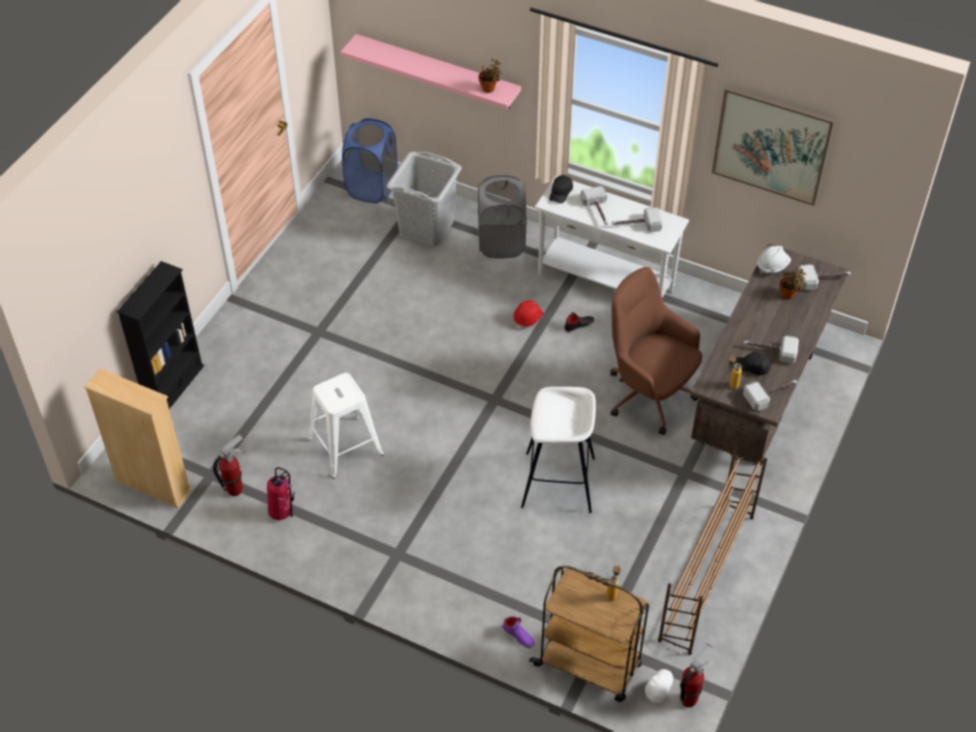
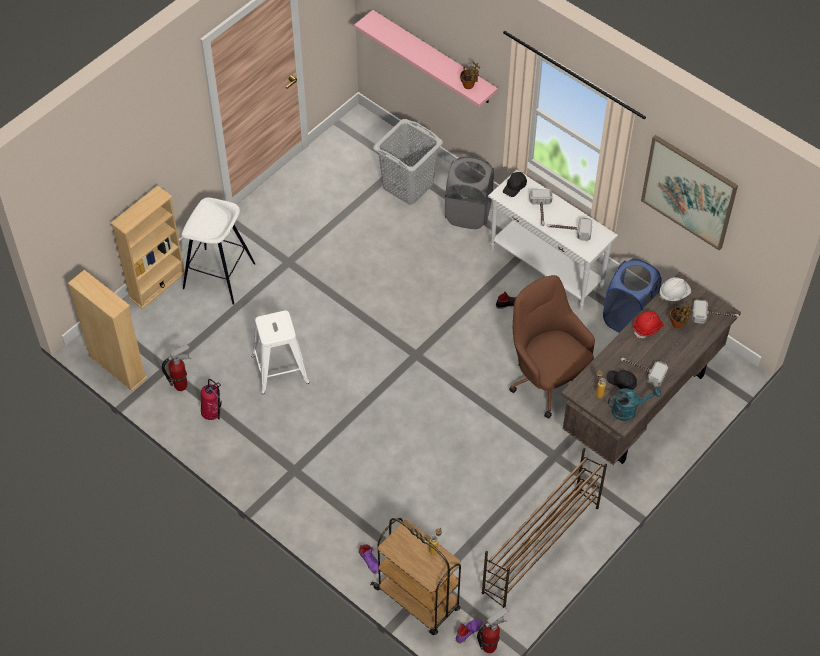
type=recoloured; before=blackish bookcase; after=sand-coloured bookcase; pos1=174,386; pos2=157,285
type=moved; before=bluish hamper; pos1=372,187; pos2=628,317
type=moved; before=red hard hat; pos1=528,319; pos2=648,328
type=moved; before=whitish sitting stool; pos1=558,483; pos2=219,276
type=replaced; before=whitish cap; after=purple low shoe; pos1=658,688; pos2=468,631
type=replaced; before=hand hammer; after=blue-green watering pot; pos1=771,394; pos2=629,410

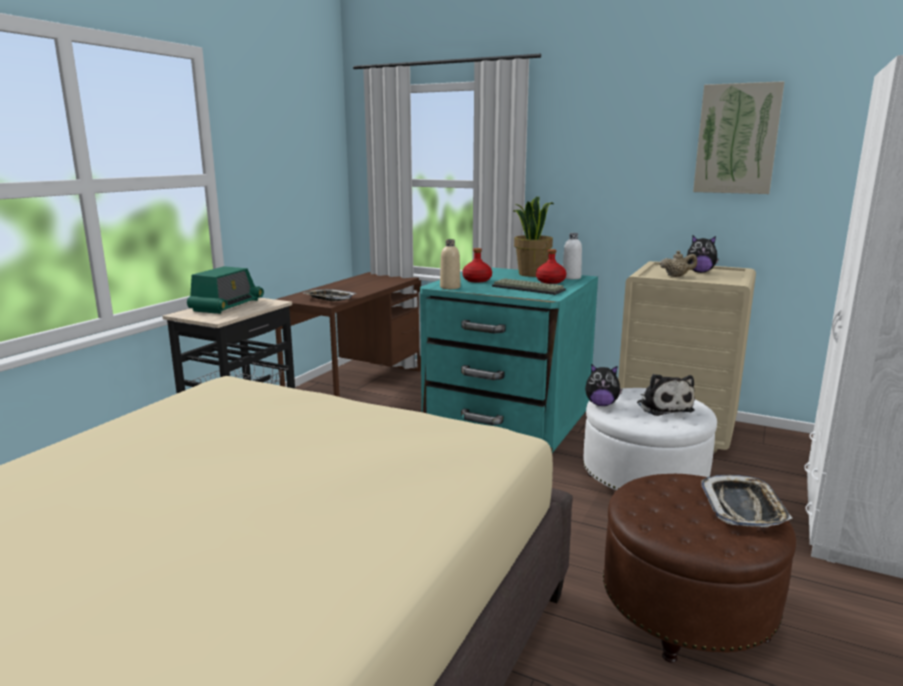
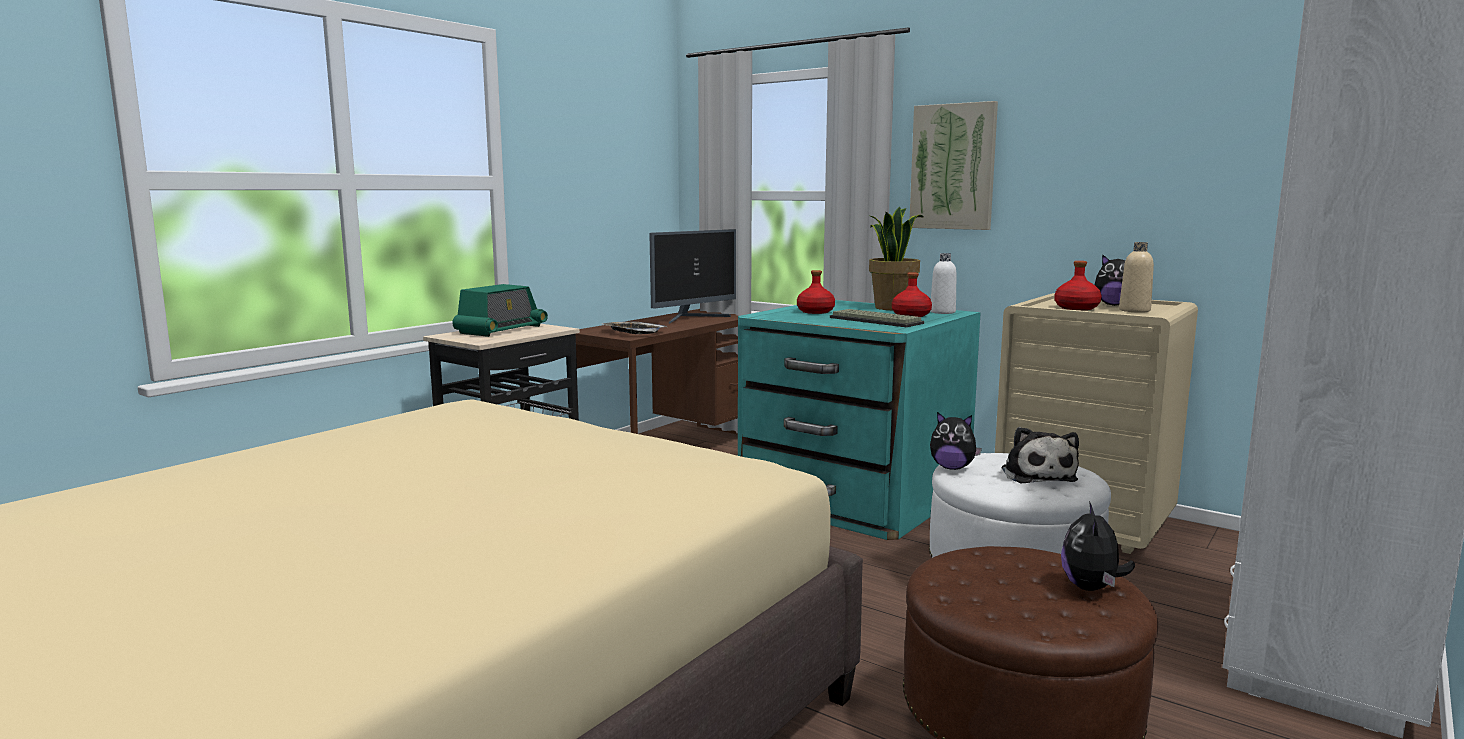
type=moved; before=sand-coloured bottle; pos1=450,287; pos2=1134,310
type=replaced; before=sand-coloured pot for tea; after=red bottle; pos1=676,276; pos2=1077,308
type=moved; before=wall picture; pos1=737,139; pos2=953,167
type=replaced; before=carrying tray; after=cuddly toy; pos1=743,507; pos2=1092,588
type=added; after=computer screen; pos2=692,318

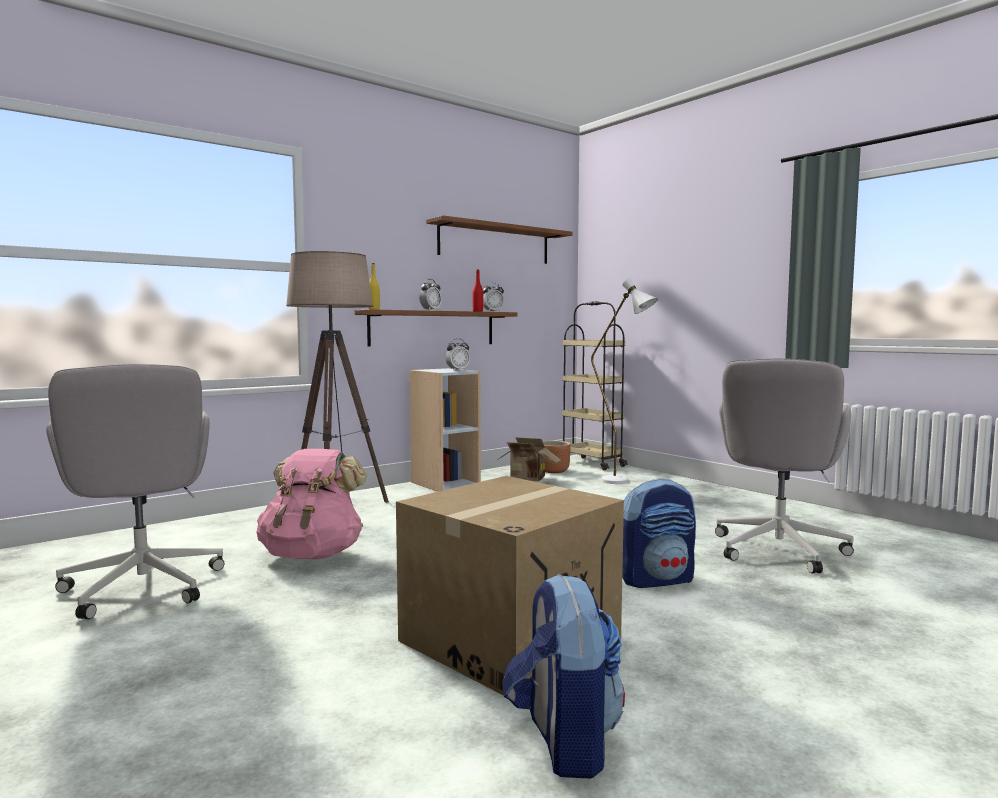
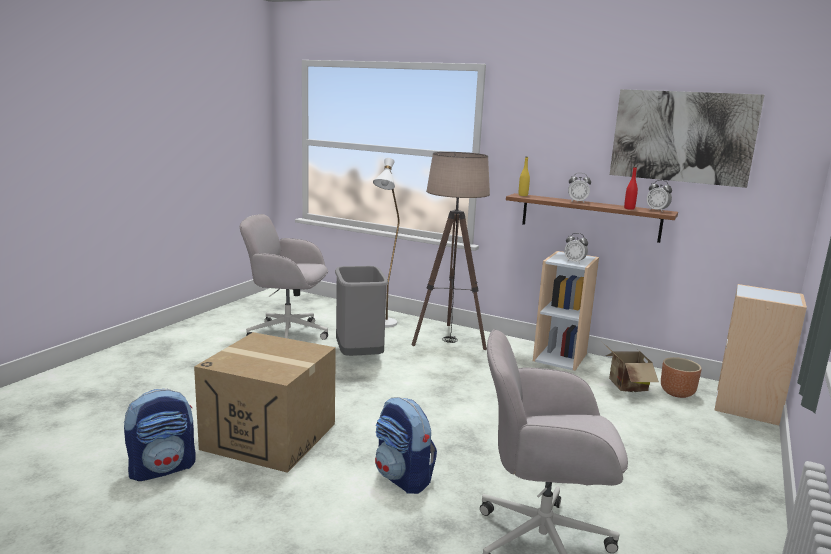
type=turned; before=greyish desk chair; pos1=142,588; pos2=287,334; turn=60
type=replaced; before=pink knapsack; after=greyish waste bin; pos1=313,555; pos2=359,356
type=replaced; before=wall shelf; after=wall picture; pos1=495,243; pos2=682,137
type=replaced; before=sand-coloured trolley; after=bookcase; pos1=592,463; pos2=747,408
type=moved; before=whitish standard lamp; pos1=624,482; pos2=384,326

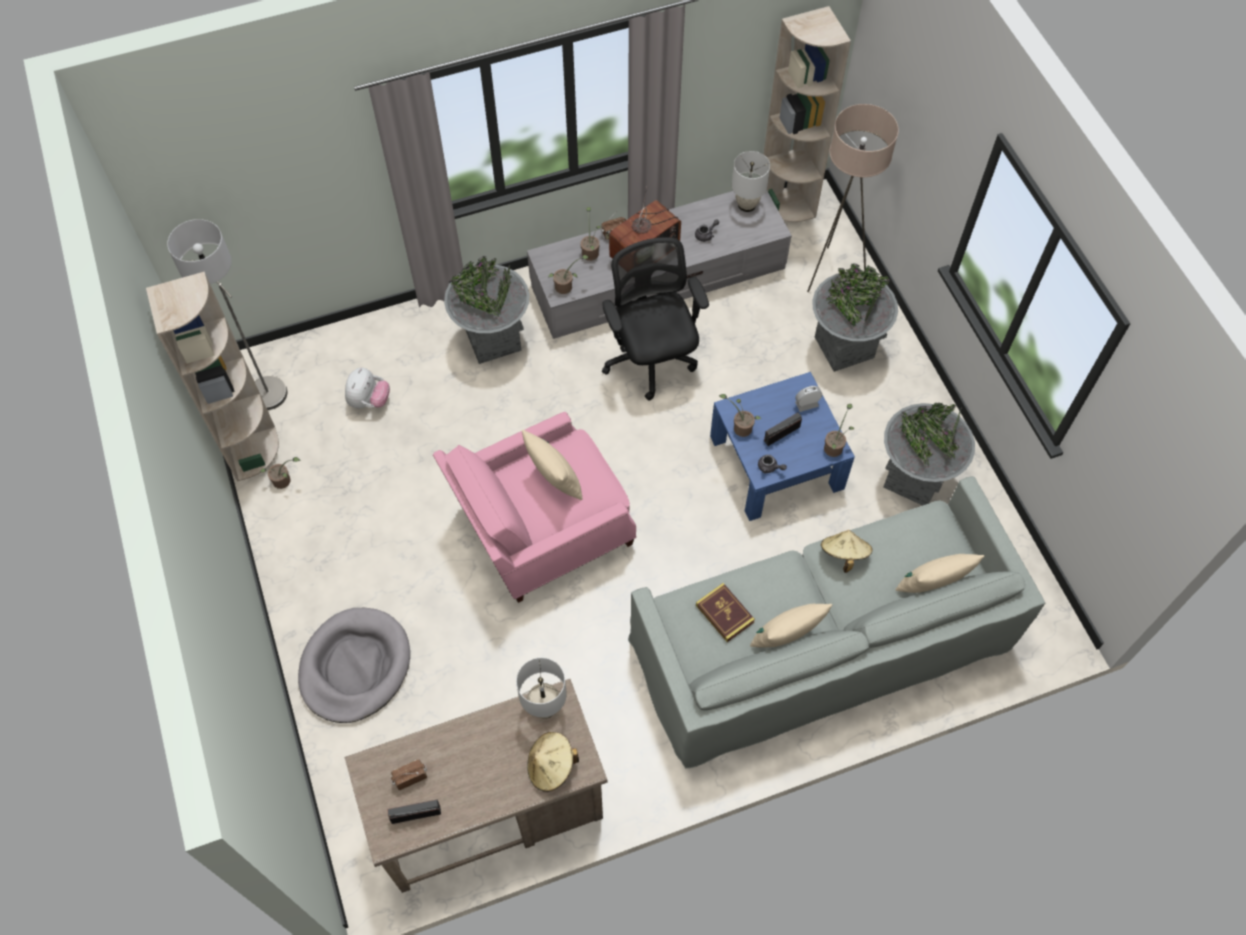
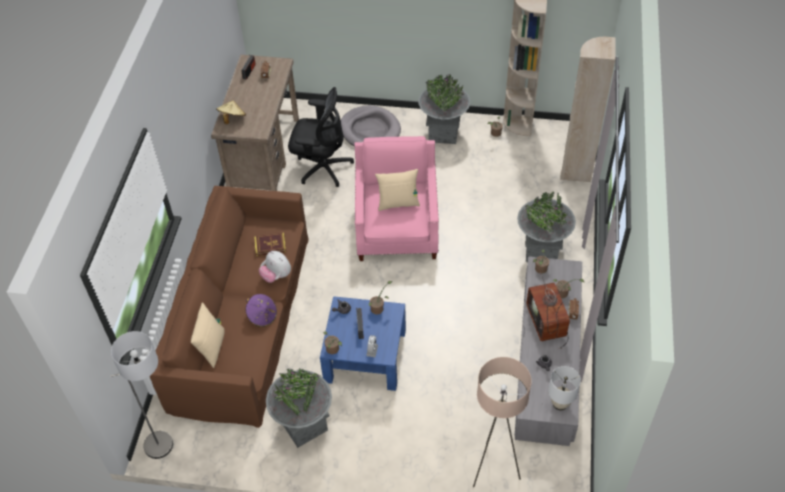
type=moved; before=greyish standard lamp; pos1=262,386; pos2=167,443
type=moved; before=cuddly toy; pos1=369,401; pos2=276,276
type=removed; before=whitish table lamp; pos1=544,707
type=moved; before=blackish desk chair; pos1=652,363; pos2=320,168
type=recoloured; before=greyish sofa; after=brownish sofa; pos1=821,641; pos2=242,320
type=removed; before=sand-coloured throw pillow; pos1=786,638
type=moved; before=sand-coloured bookcase; pos1=786,209; pos2=576,173
type=moved; before=greyish plant pot; pos1=844,347; pos2=443,133
type=recoloured; before=sand-coloured wearable hat; after=purple wearable hat; pos1=843,554; pos2=262,316

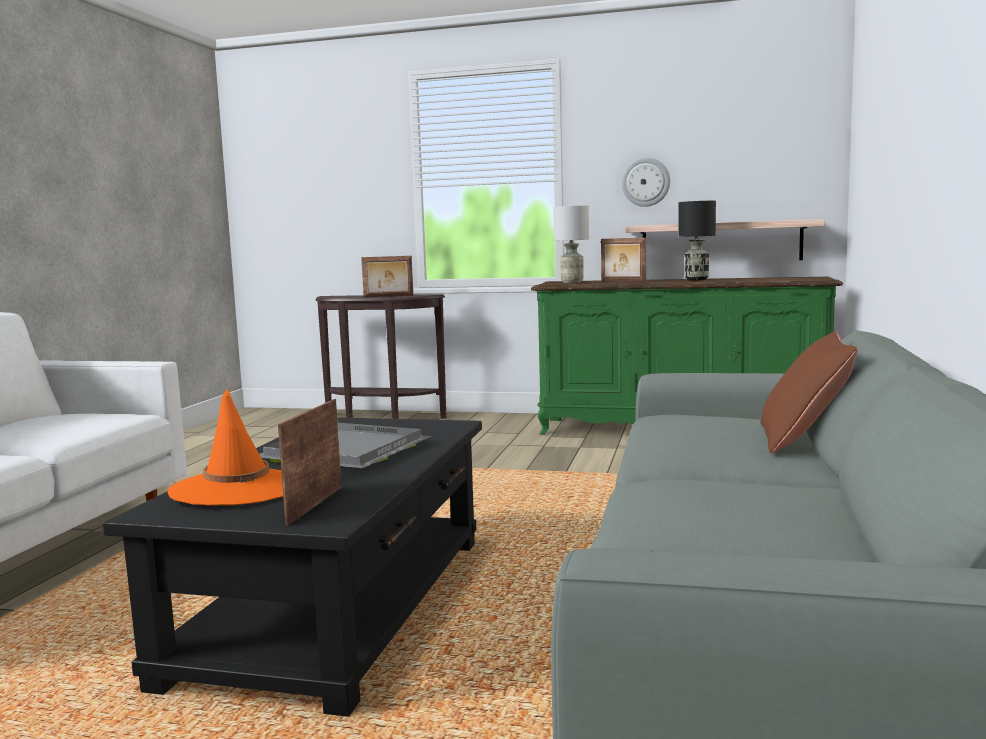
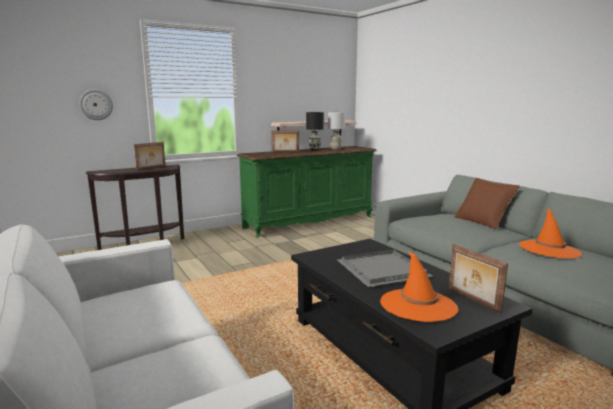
type=moved; before=greyish table lamp; pos1=572,282; pos2=336,149
type=moved; before=hanging clock; pos1=645,182; pos2=96,104
type=added; after=orange-coloured wearable hat; pos2=549,250

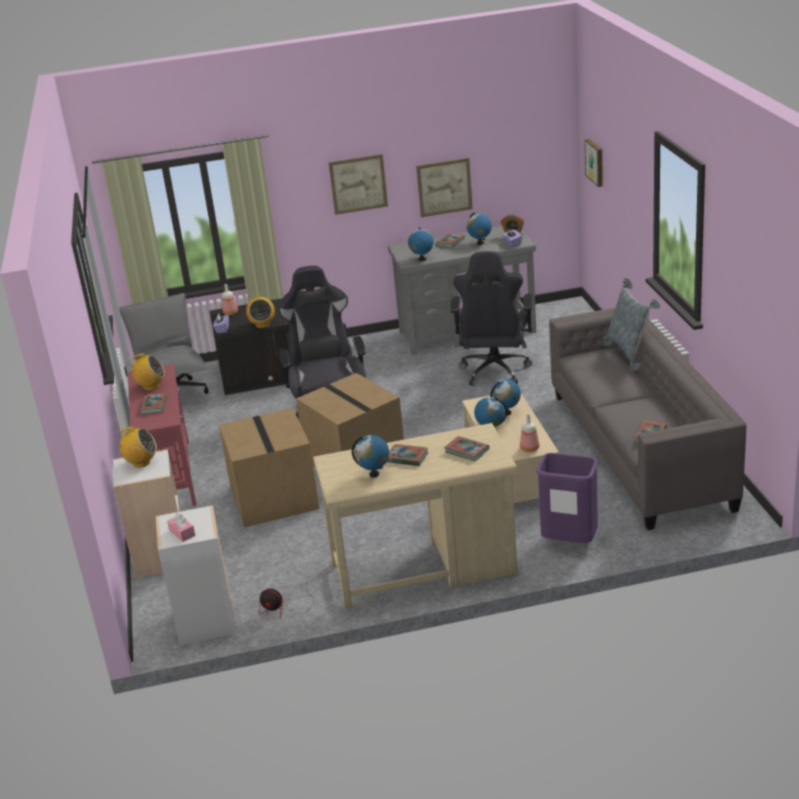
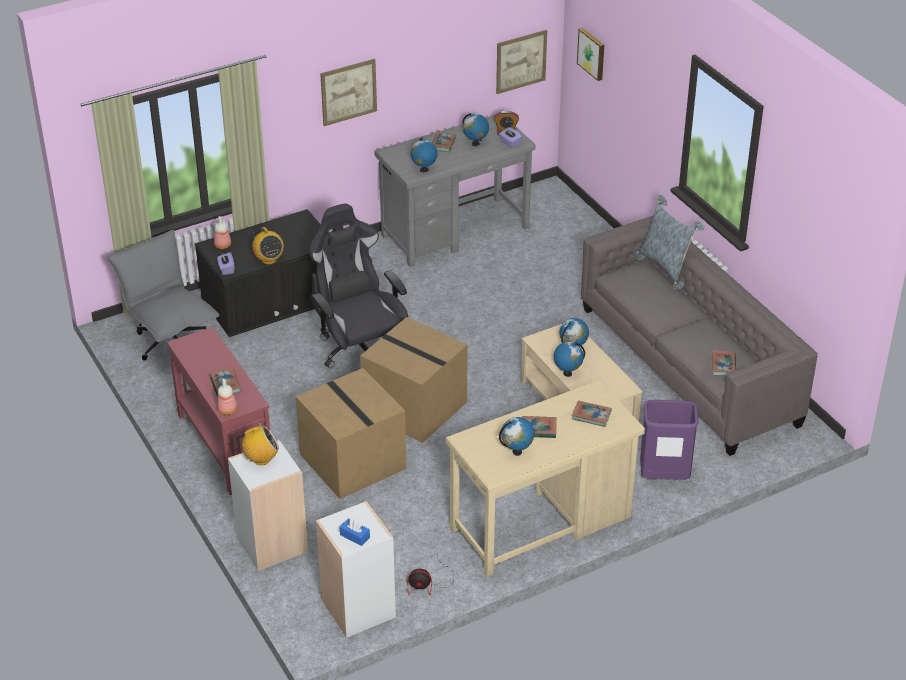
type=removed; before=radio set; pos1=151,386
type=recoloured; before=pink box of tissues; after=bluish box of tissues; pos1=182,533; pos2=355,536
type=moved; before=wall picture; pos1=444,187; pos2=521,61
type=removed; before=blackish desk chair; pos1=495,369
type=moved; before=bottle; pos1=530,448; pos2=227,410

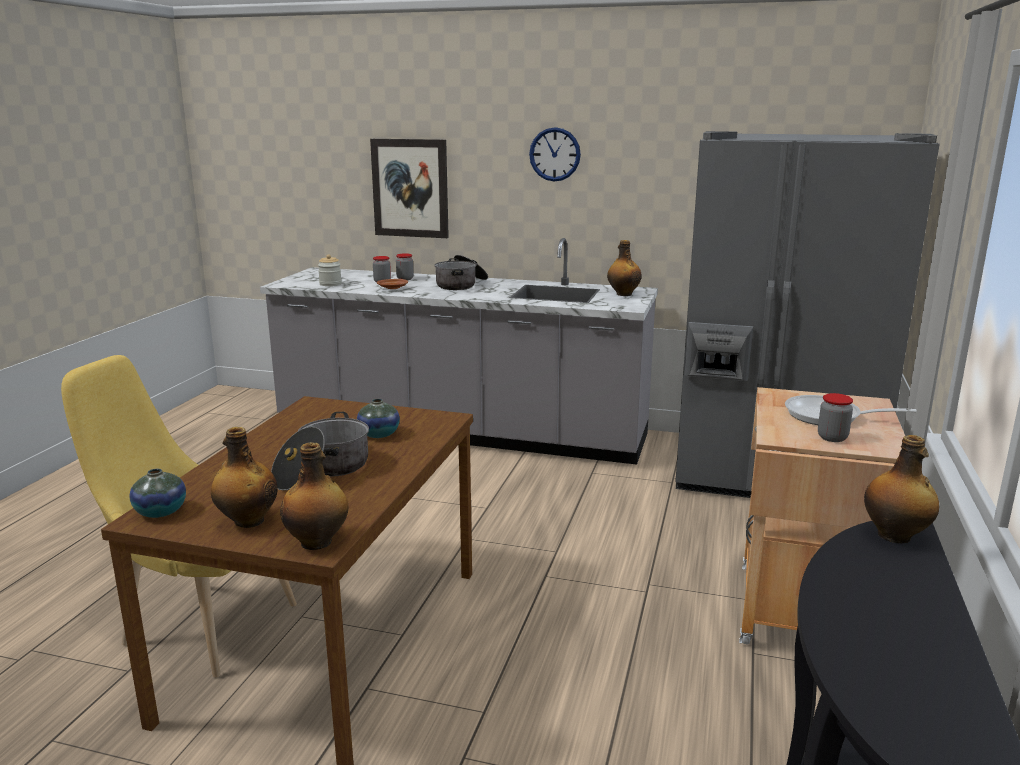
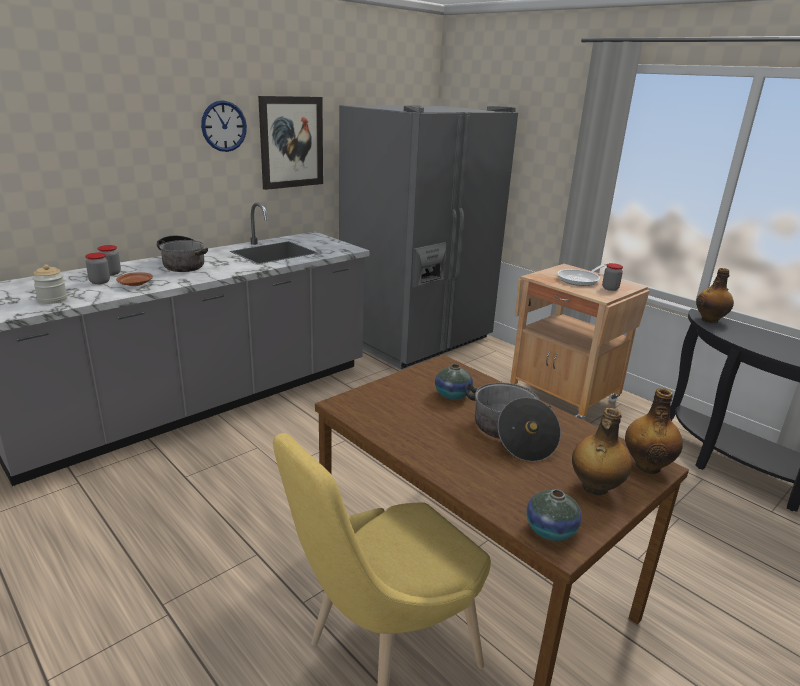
type=moved; before=wall picture; pos1=410,188; pos2=291,142
type=removed; before=bottle; pos1=623,294

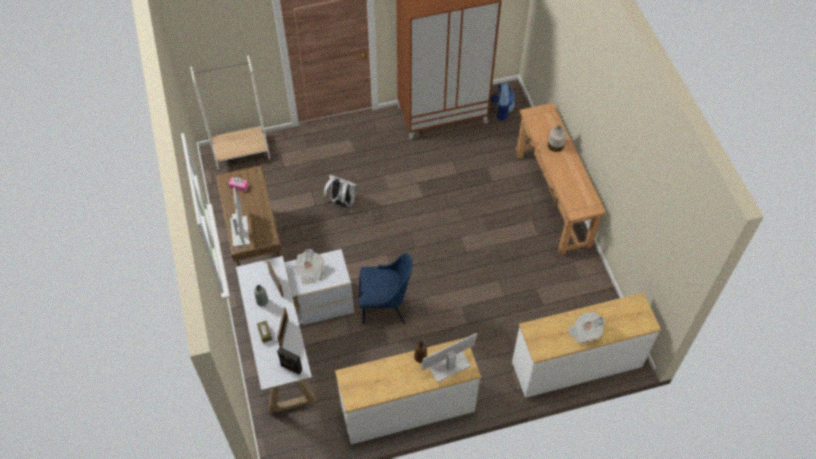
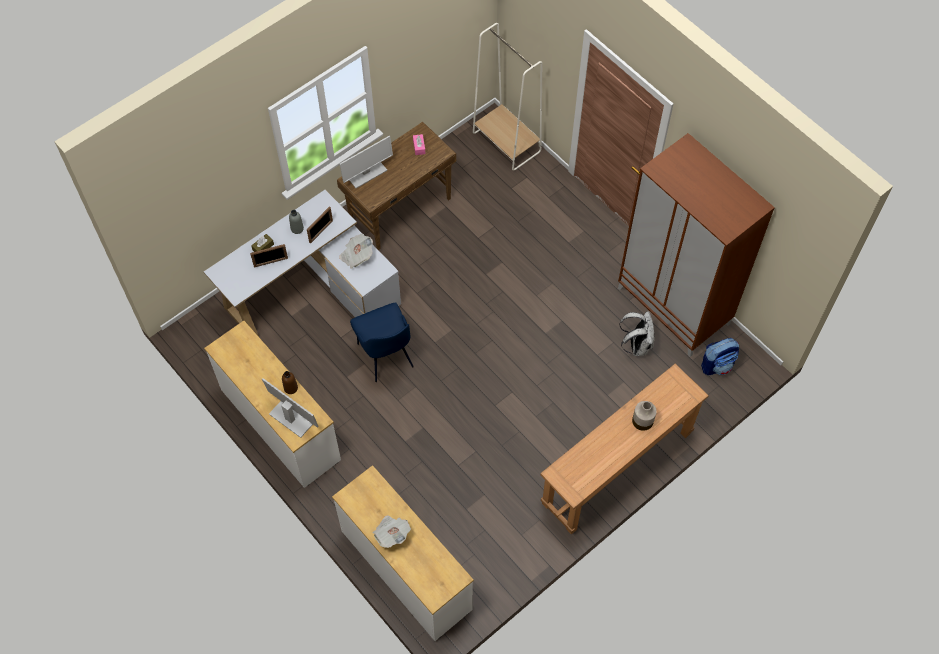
type=removed; before=blackish speaker; pos1=291,368
type=moved; before=whitish knapsack; pos1=341,203; pos2=636,345

